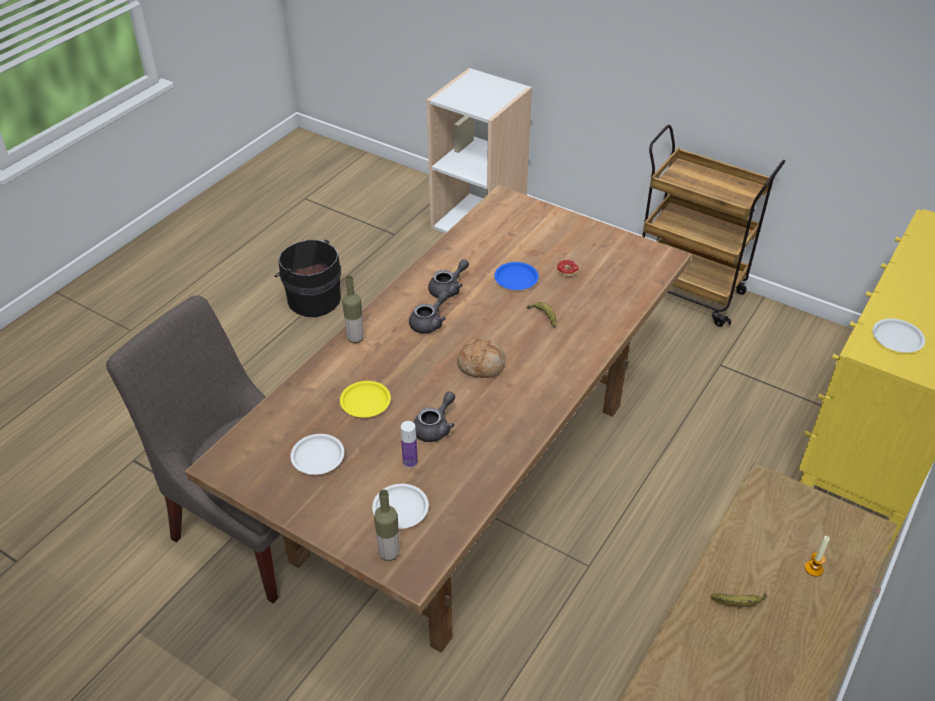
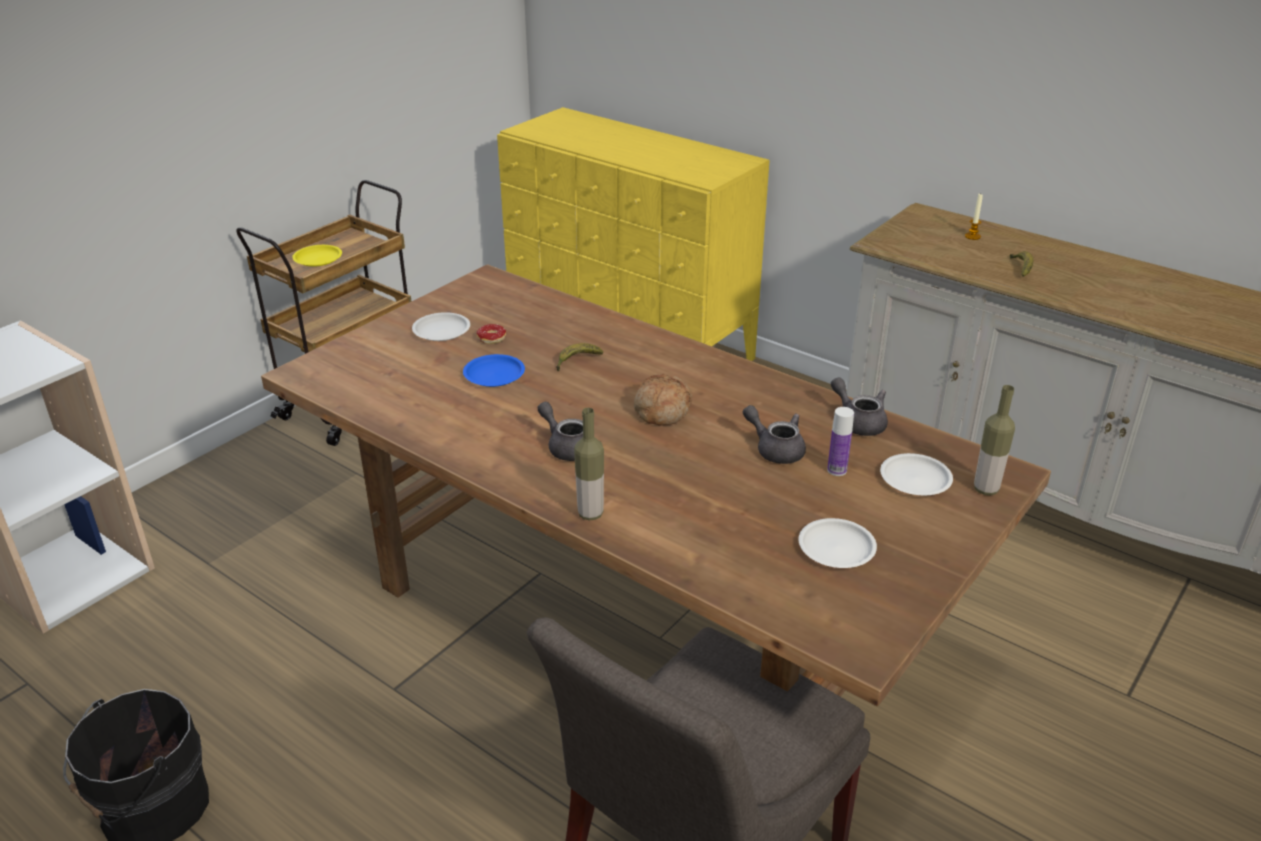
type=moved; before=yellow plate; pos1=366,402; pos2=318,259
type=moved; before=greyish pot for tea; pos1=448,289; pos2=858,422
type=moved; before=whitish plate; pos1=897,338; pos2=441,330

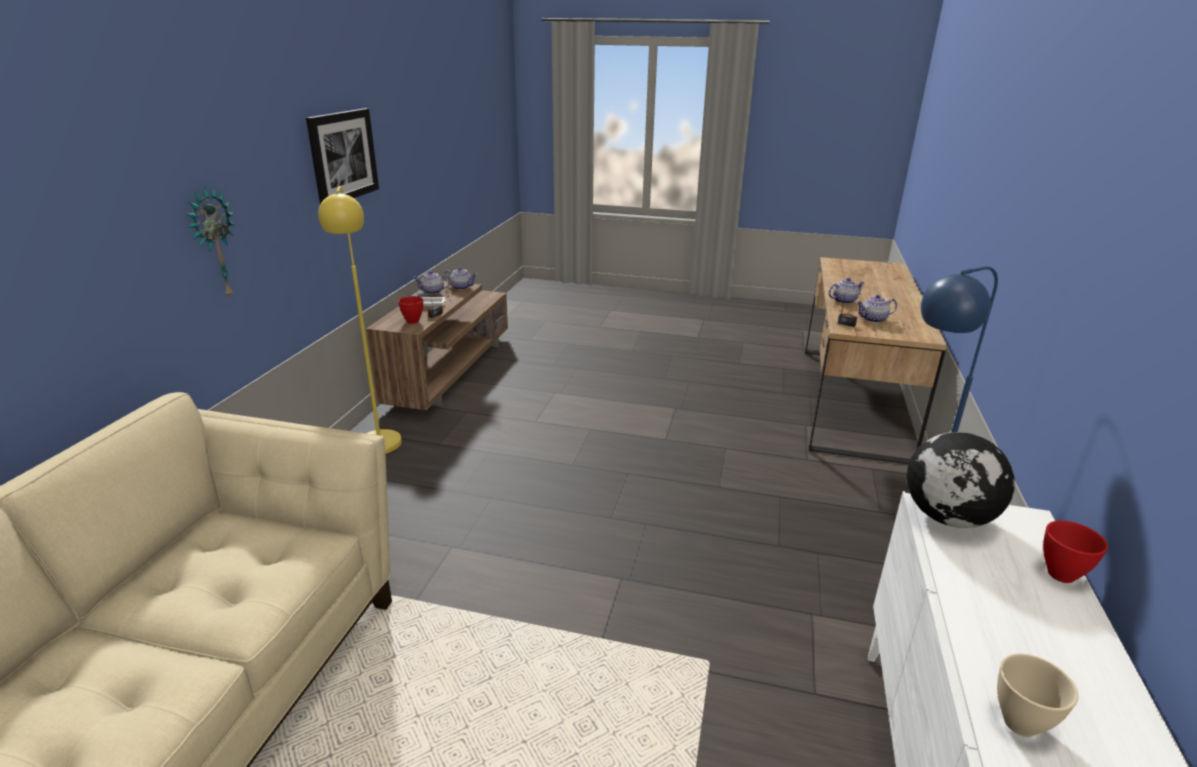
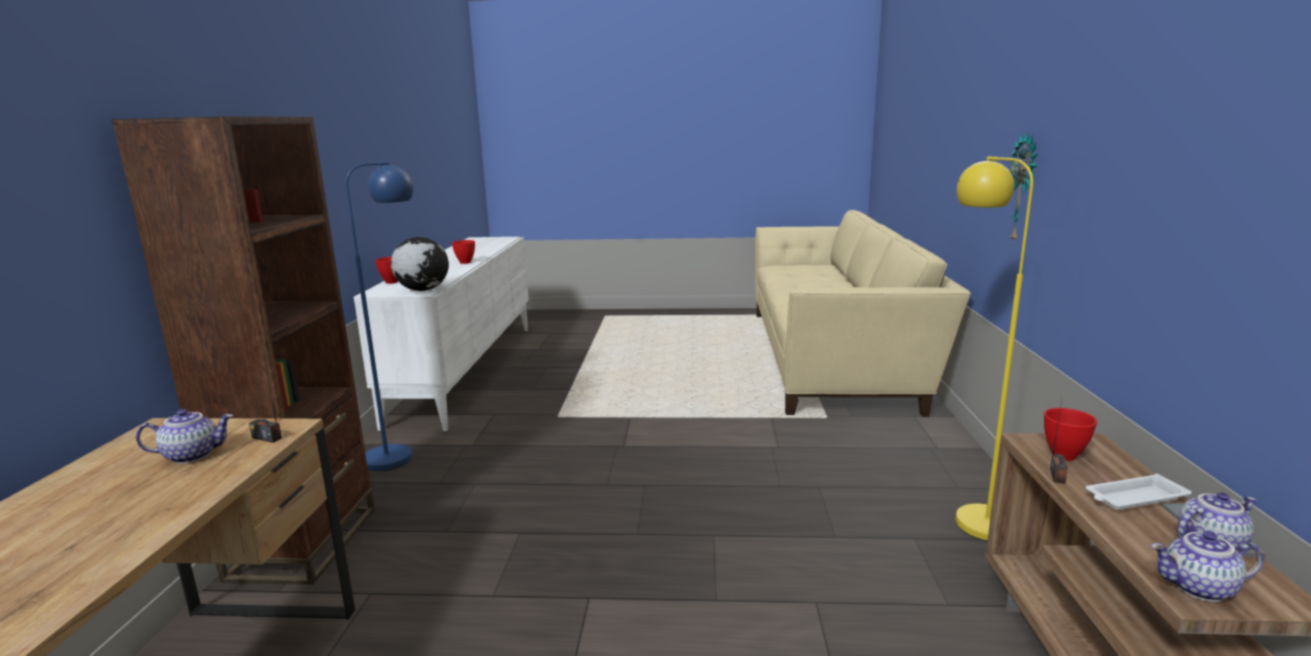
type=removed; before=wall picture; pos1=343,156
type=removed; before=pot for tea; pos1=844,301
type=recoloured; before=sand-coloured deep dish; after=red deep dish; pos1=1019,722; pos2=465,263
type=added; after=brownish bookcase; pos2=304,543

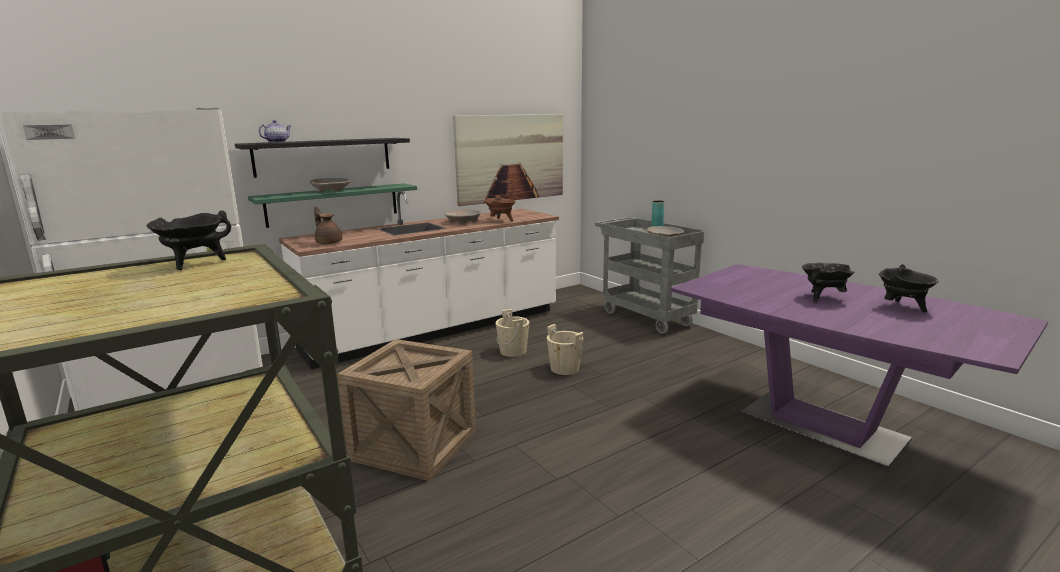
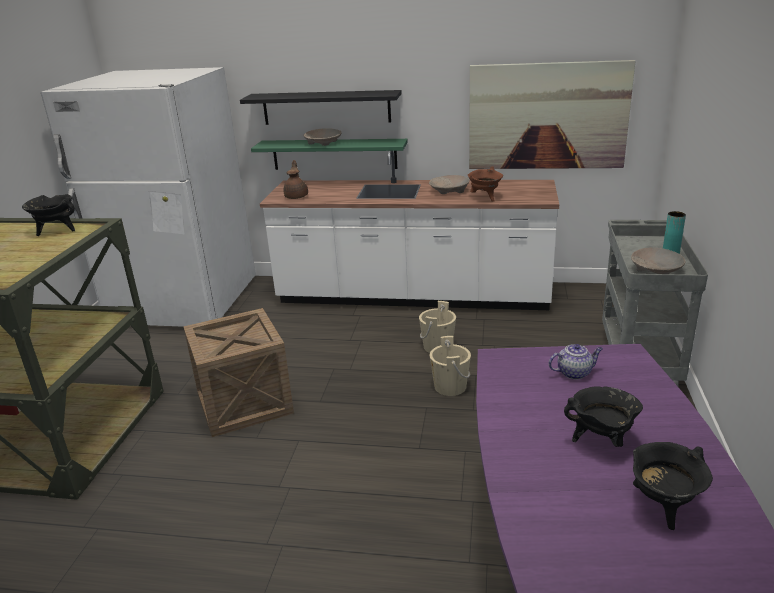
type=moved; before=pot for tea; pos1=277,142; pos2=574,373

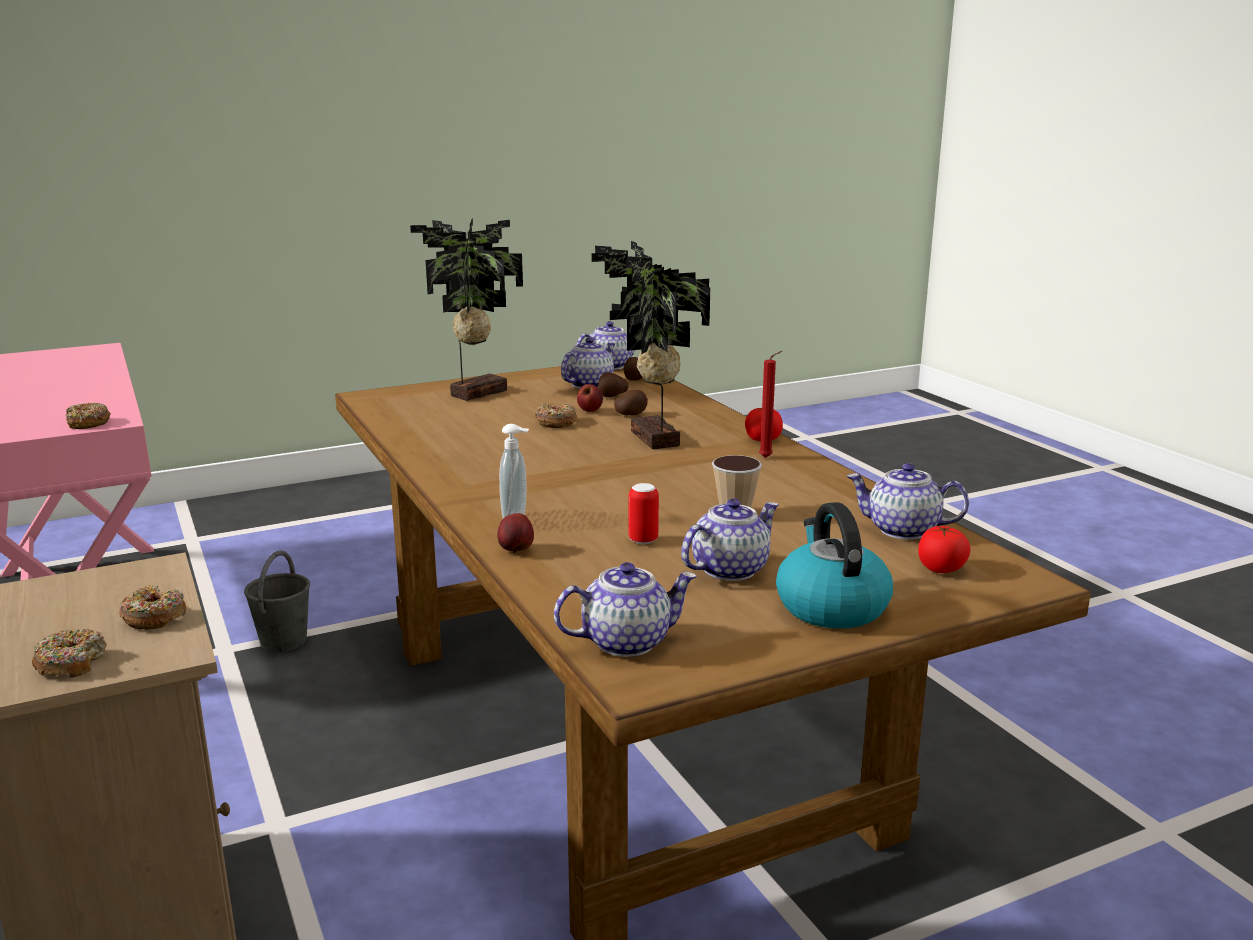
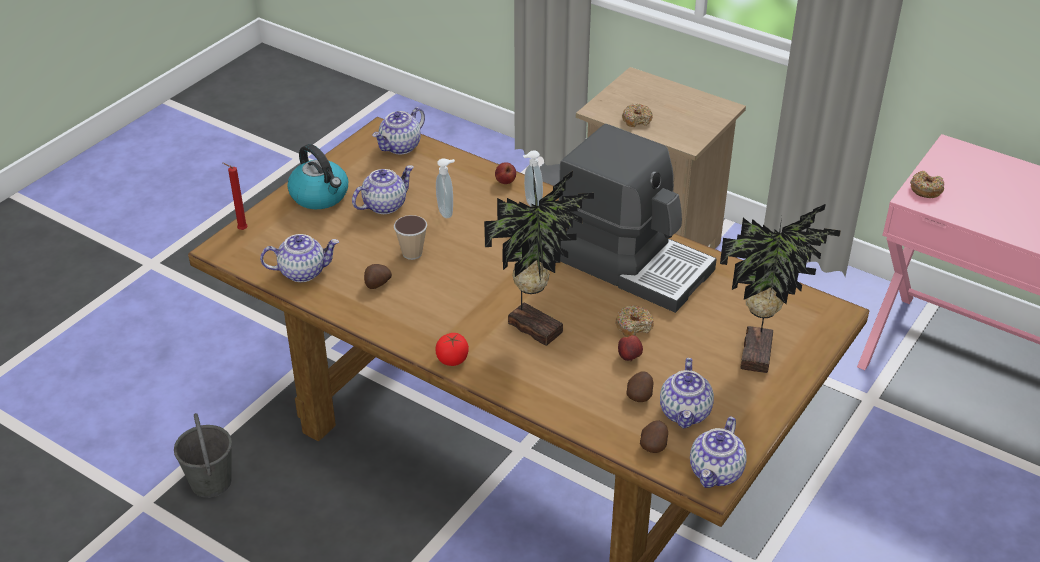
type=removed; before=donut; pos1=71,663
type=moved; before=greyish bucket; pos1=284,640; pos2=211,483
type=moved; before=whole potato; pos1=631,415; pos2=377,284
type=replaced; before=can; after=soap dispenser; pos1=643,540; pos2=447,212
type=turned; before=pot for tea; pos1=729,569; pos2=384,205; turn=-150
type=moved; before=red wax candle; pos1=767,458; pos2=241,230
type=removed; before=whole tomato; pos1=941,569
type=added; after=coffee maker; pos2=635,263

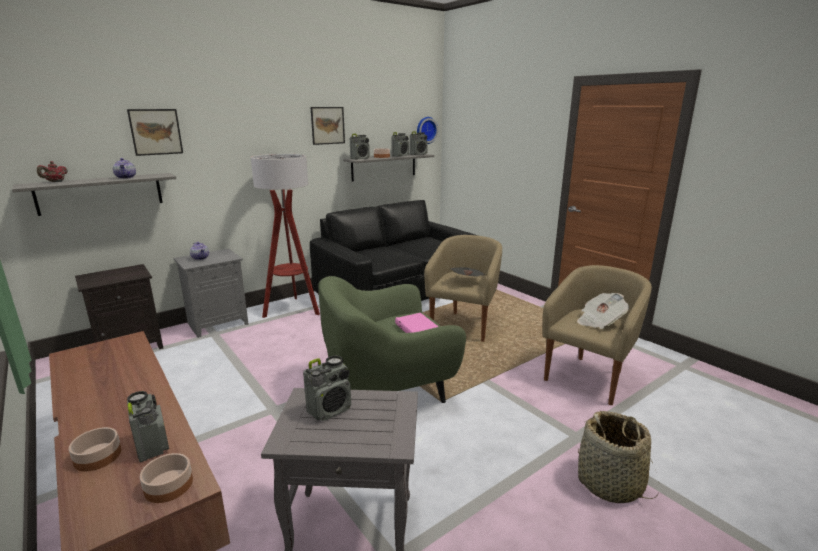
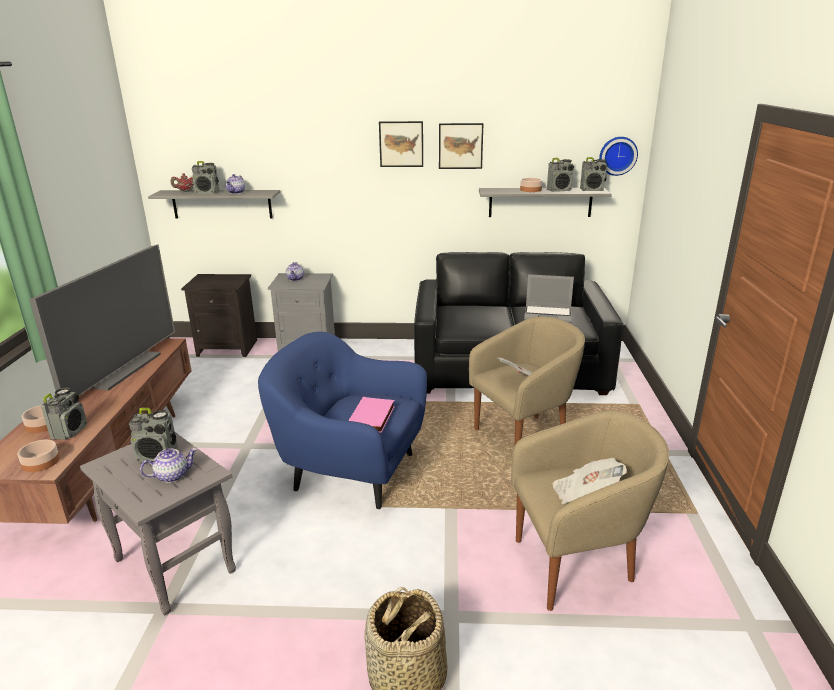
type=moved; before=wall picture; pos1=156,132; pos2=401,144
type=removed; before=standard lamp; pos1=292,309
type=recoloured; before=green easy chair; after=bluish easy chair; pos1=388,389; pos2=351,470
type=moved; before=radio set; pos1=360,158; pos2=207,193
type=added; after=TV; pos2=119,368
type=added; after=pot for tea; pos2=172,475
type=added; after=laptop; pos2=548,315

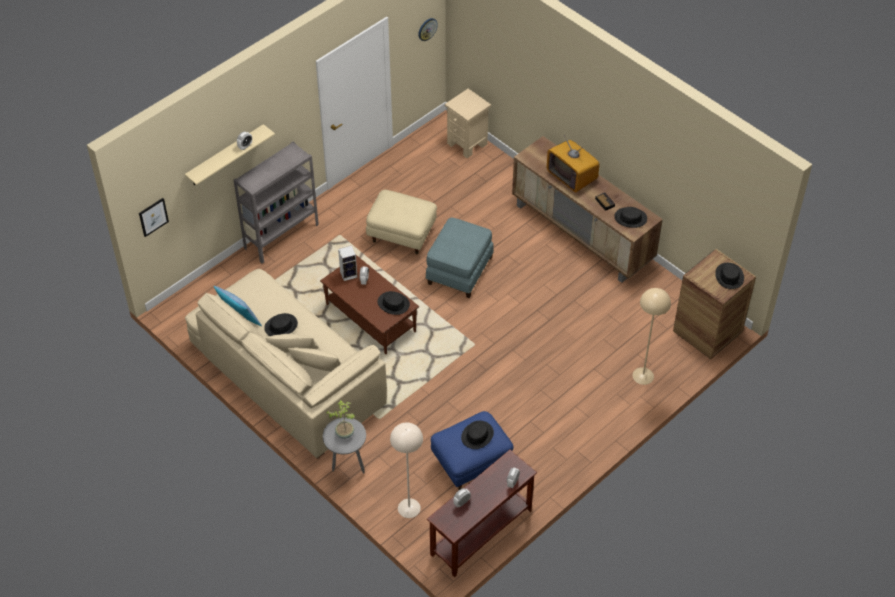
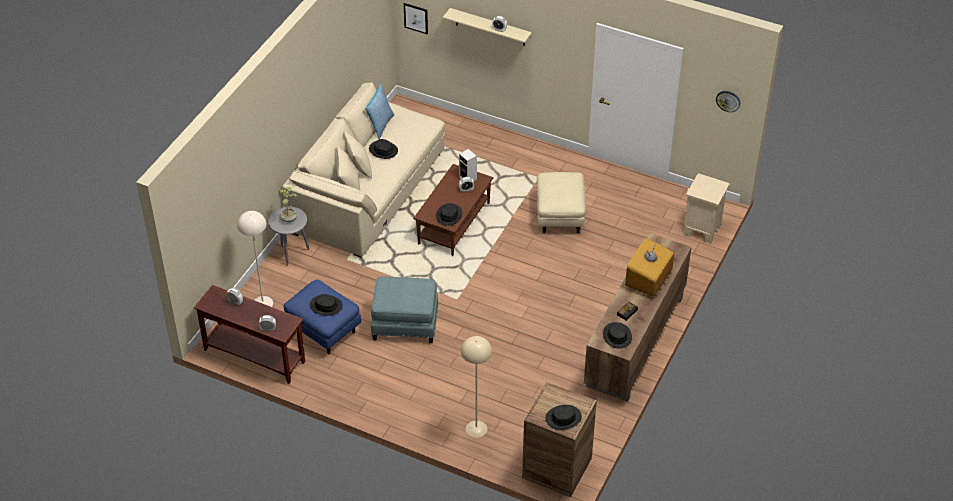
type=removed; before=greyish bookcase; pos1=281,236
type=moved; before=bluish ottoman; pos1=459,270; pos2=405,323

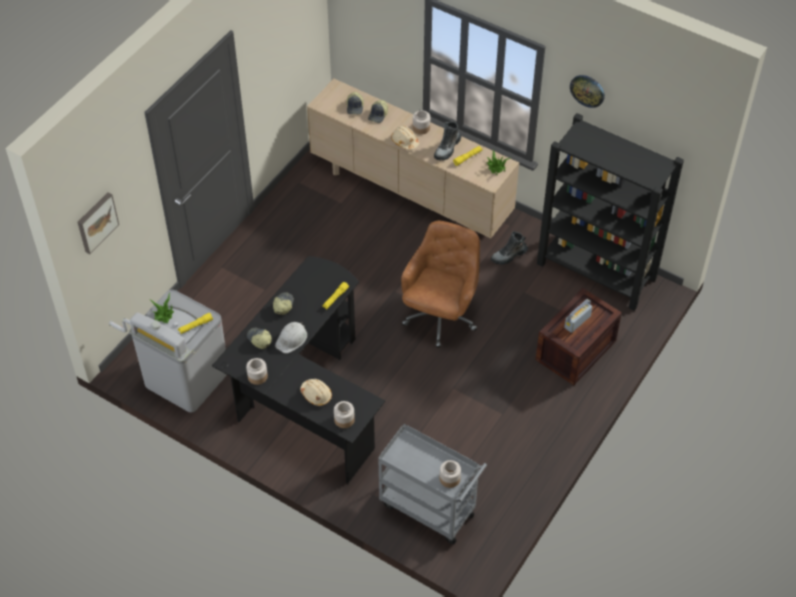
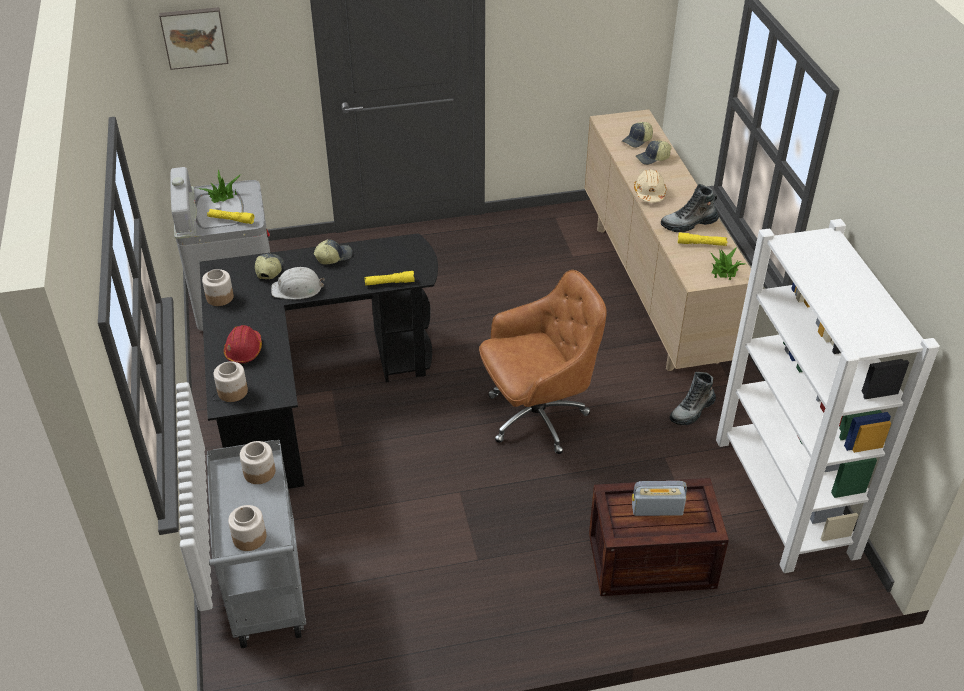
type=recoloured; before=sand-coloured hard hat; after=red hard hat; pos1=316,394; pos2=244,350
type=moved; before=preserve jar; pos1=421,128; pos2=259,472
type=turned; before=boot; pos1=509,256; pos2=692,411; turn=-60
type=recoloured; before=blackish bookcase; after=whitish bookcase; pos1=596,270; pos2=785,496
type=removed; before=hanging clock; pos1=587,90

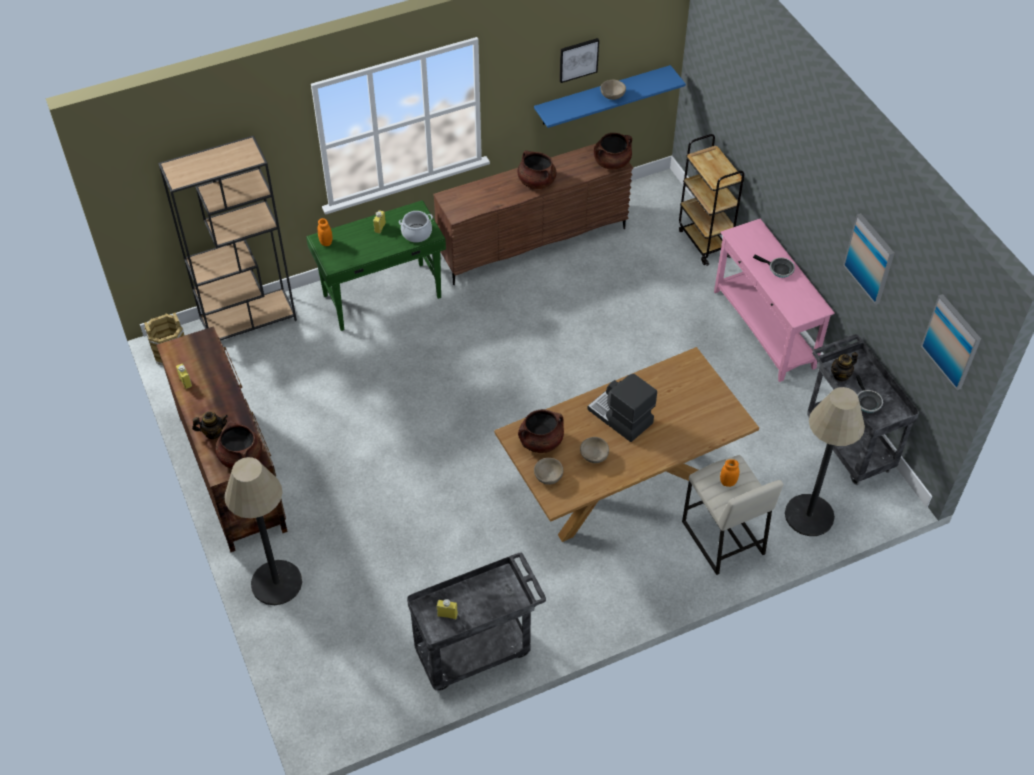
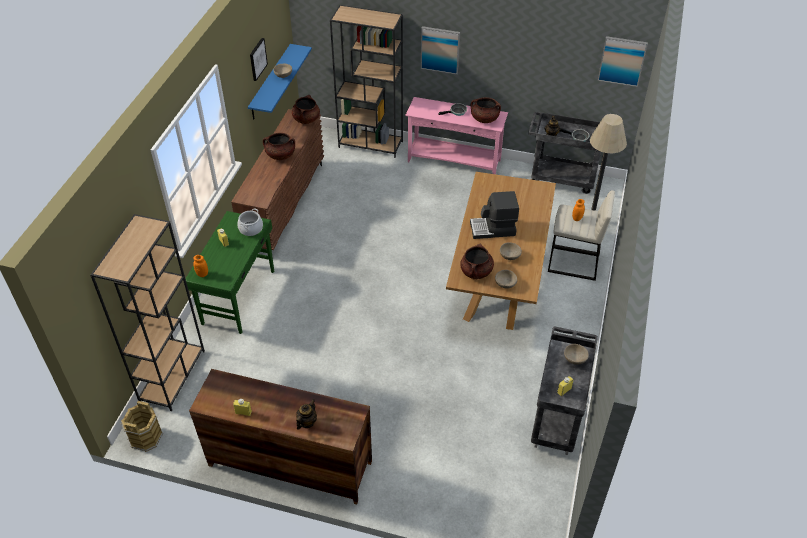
type=moved; before=brownish saucepot; pos1=240,457; pos2=484,119
type=removed; before=standard lamp; pos1=276,583
type=replaced; before=brownish trolley; after=bookcase; pos1=704,244; pos2=371,144
type=moved; before=wall picture; pos1=870,258; pos2=440,50
type=added; after=sand-coloured deep dish; pos2=574,359

